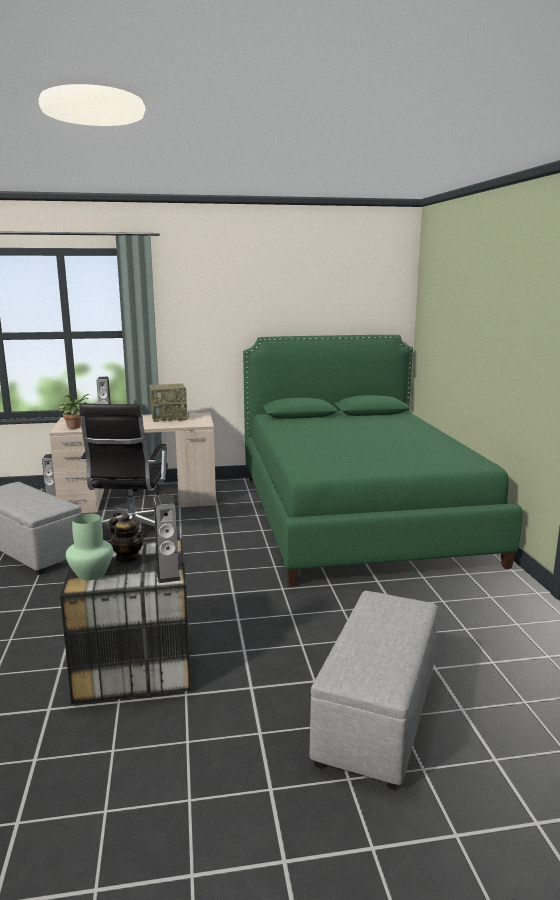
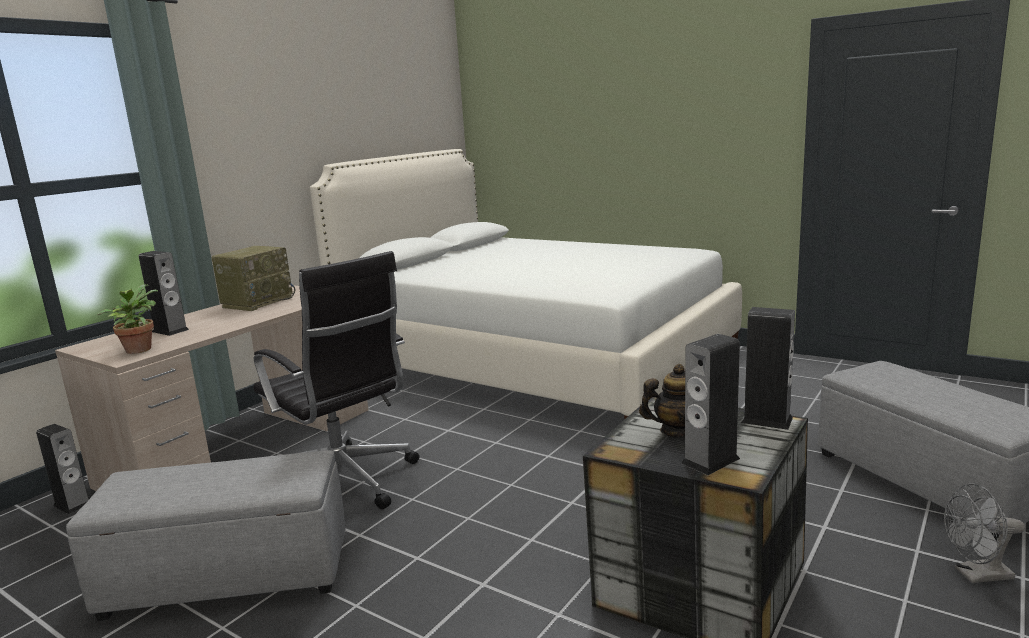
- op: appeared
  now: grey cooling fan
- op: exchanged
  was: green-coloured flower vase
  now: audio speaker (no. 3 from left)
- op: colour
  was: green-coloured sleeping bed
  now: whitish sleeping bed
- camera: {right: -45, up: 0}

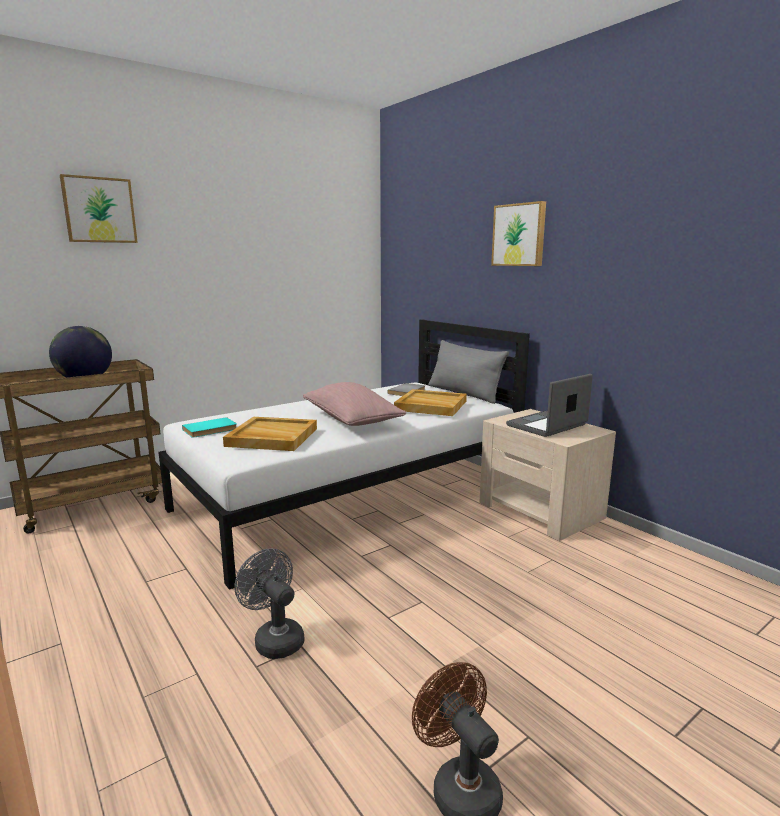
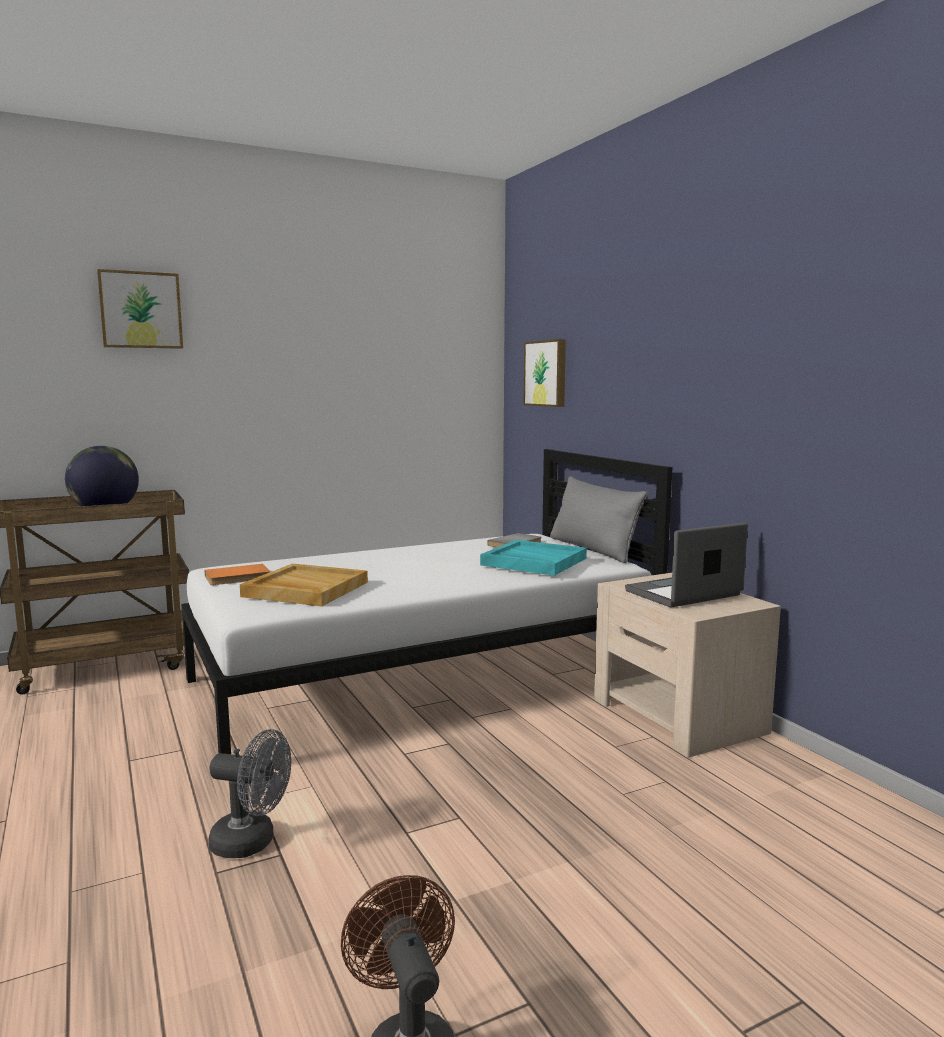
- op: missing
  was: pink-coloured cushion
- op: relocated
  was: wall art (no. 2 from left)
- op: colour
  was: turquoise-coloured bound book
  now: orange bound book
- op: colour
  was: beige tray (no. 2 from left)
  now: turquoise-coloured tray
- op: spun
  was: grey cooling fan
  clockwise: 135
- camera: {right: 10, up: -5}

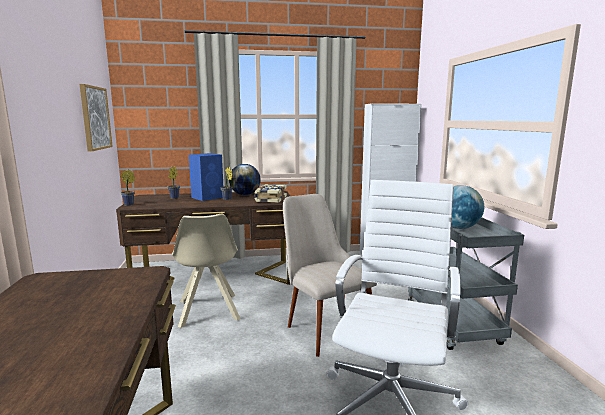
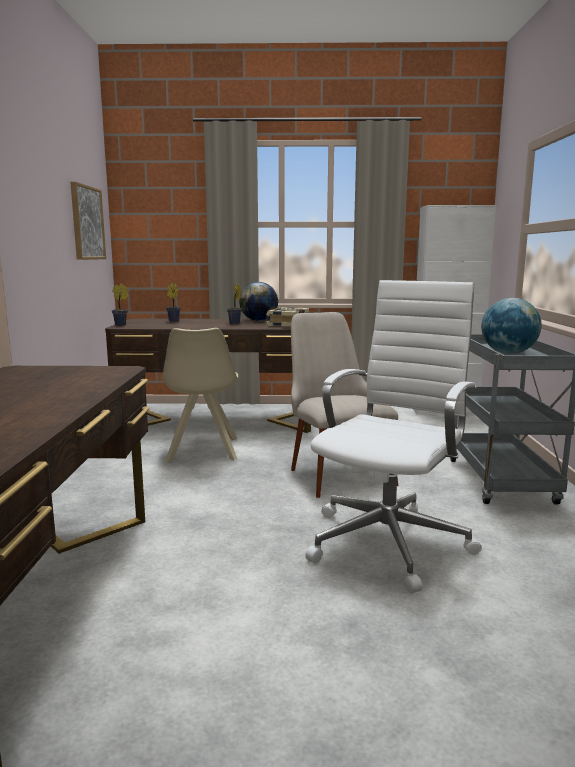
- op: missing
  was: blue-coloured audio speaker
- camera: {right: 10, up: 0}

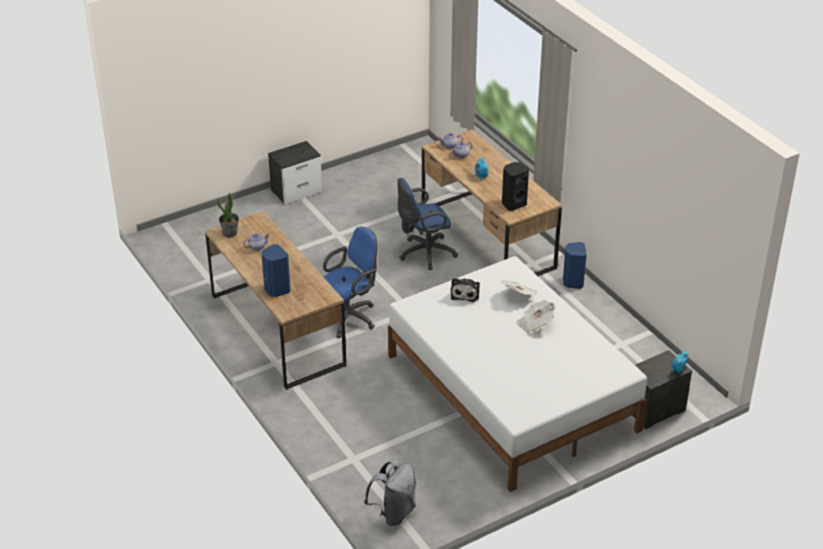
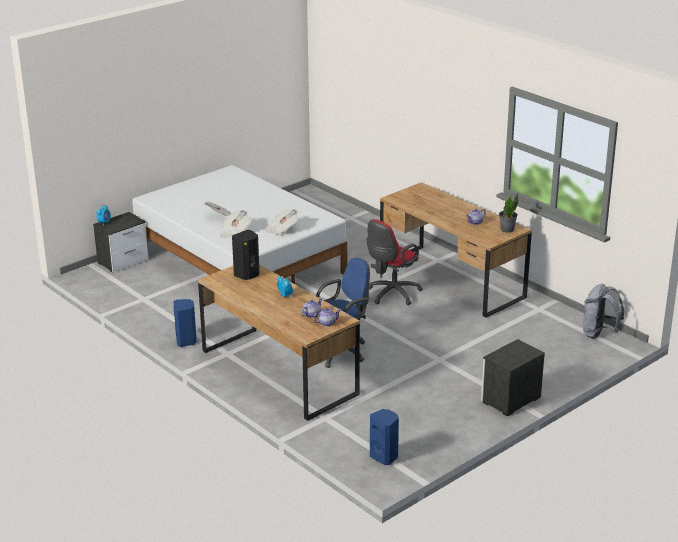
- op: relocated
  was: blue-coloured audio speaker (no. 1 from left in the first image)
  now: blue-coloured audio speaker (no. 2 from left)
- op: relocated
  was: grey rucksack
- op: exchanged
  was: soft toy
  now: daily paper (no. 3 from left)
- op: colour
  was: blue-coloured desk chair (no. 1 from left)
  now: red desk chair
- camera: {right: 170, up: -10}

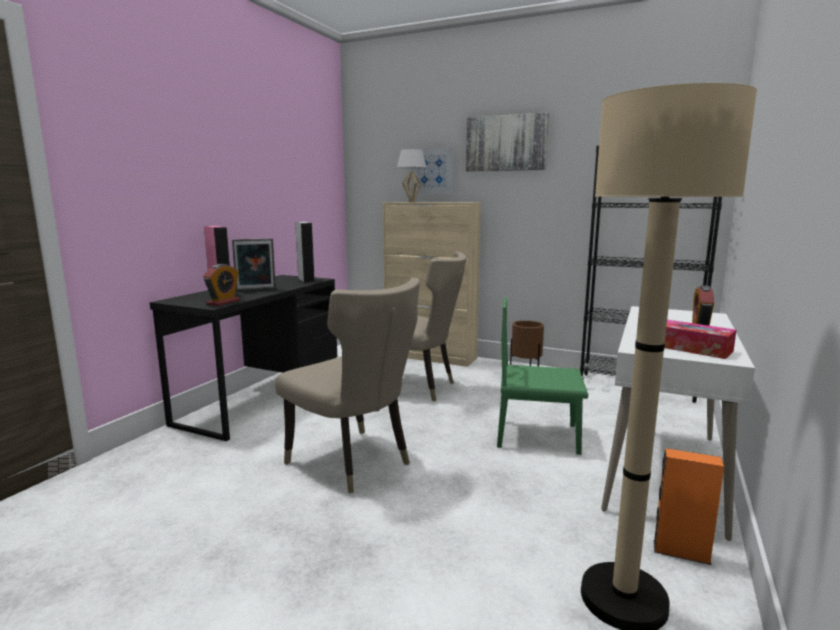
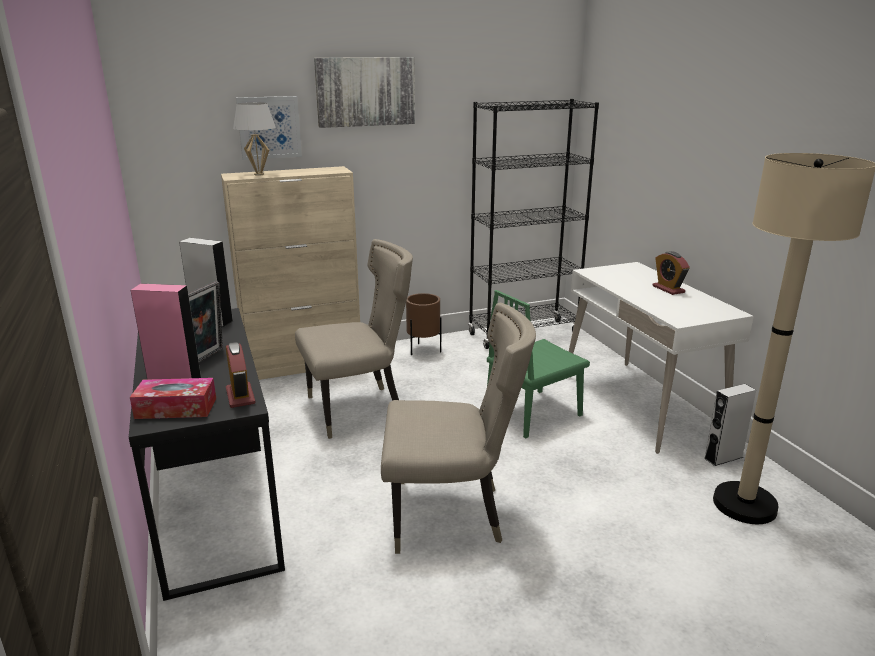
- op: relocated
  was: tissue holder
- op: colour
  was: orange audio speaker
  now: grey audio speaker (no. 2 from left)
- camera: {right: -45, up: 10}

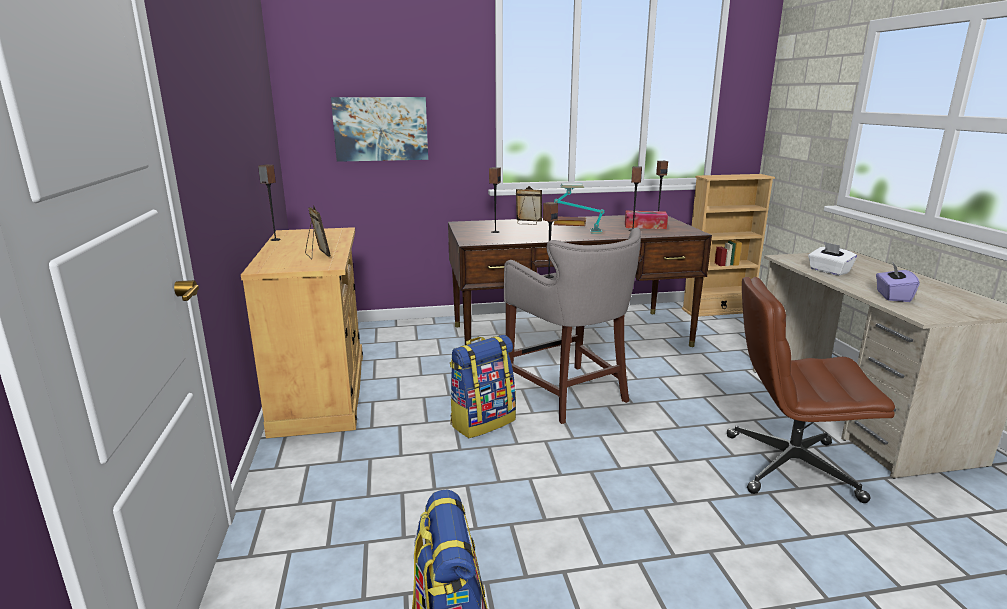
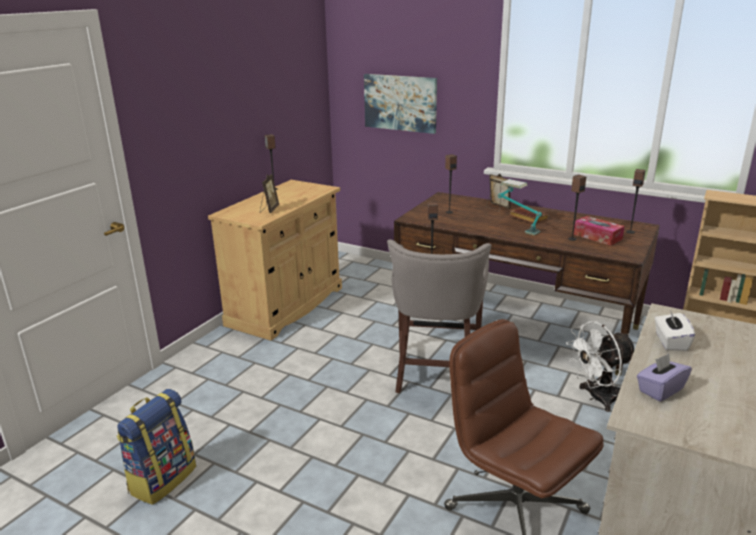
- op: missing
  was: rucksack (no. 2 from left)
- op: appeared
  now: whitish cooling fan
- camera: {right: 40, up: 5}

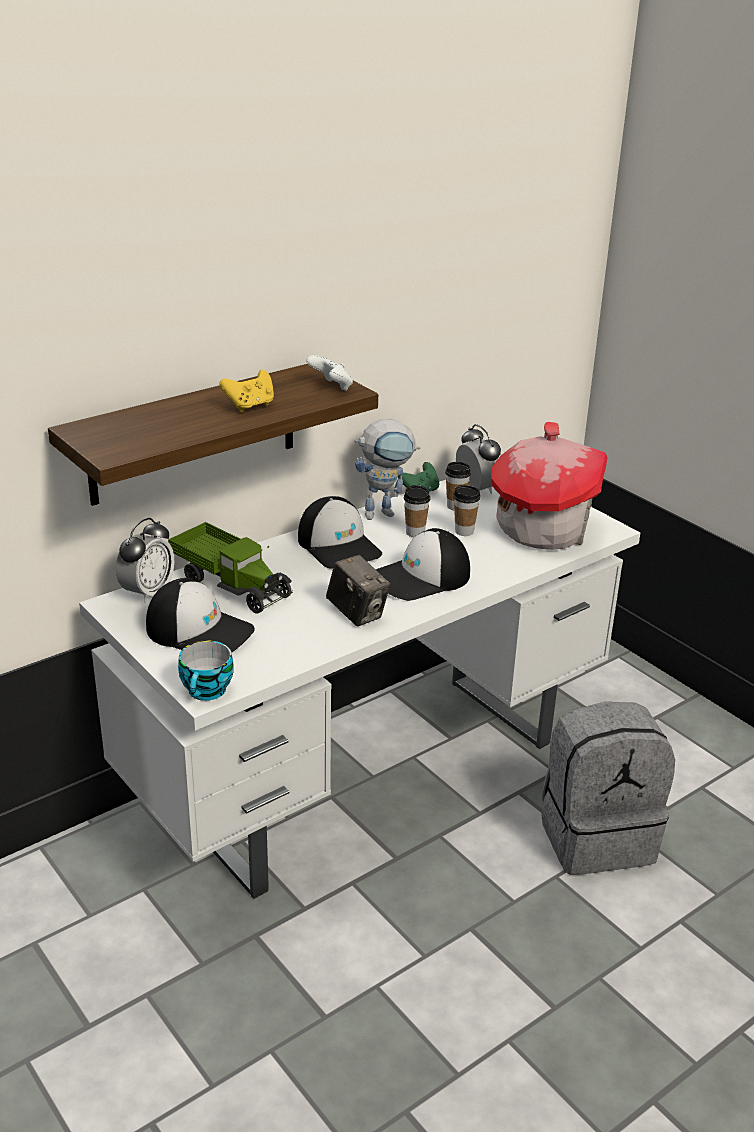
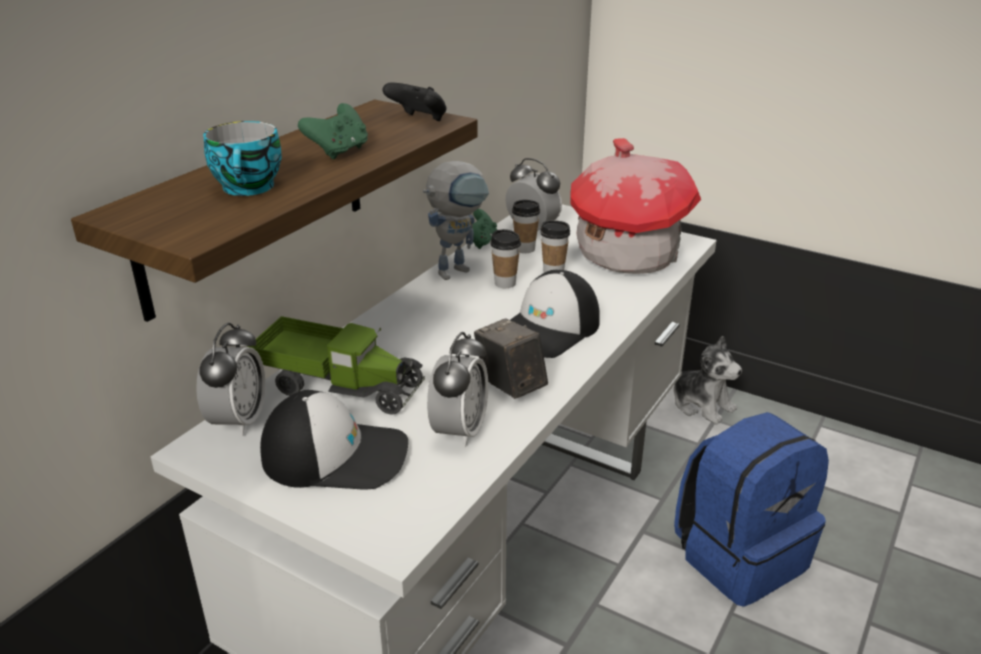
- op: missing
  was: cap (no. 2 from left)
- op: appeared
  now: table clock (no. 2 from left)
- op: appeared
  now: soft toy
- op: relocated
  was: small cup (no. 1 from left)
- op: colour
  was: yellow game controller
  now: green-coloured game controller (no. 1 from left)
- op: colour
  was: whitish game controller
  now: black game controller
- op: colour
  was: grey rucksack
  now: blue-coloured rucksack
- op: spun
  was: photo camera
  clockwise: -150
- camera: {right: -20, up: 0}

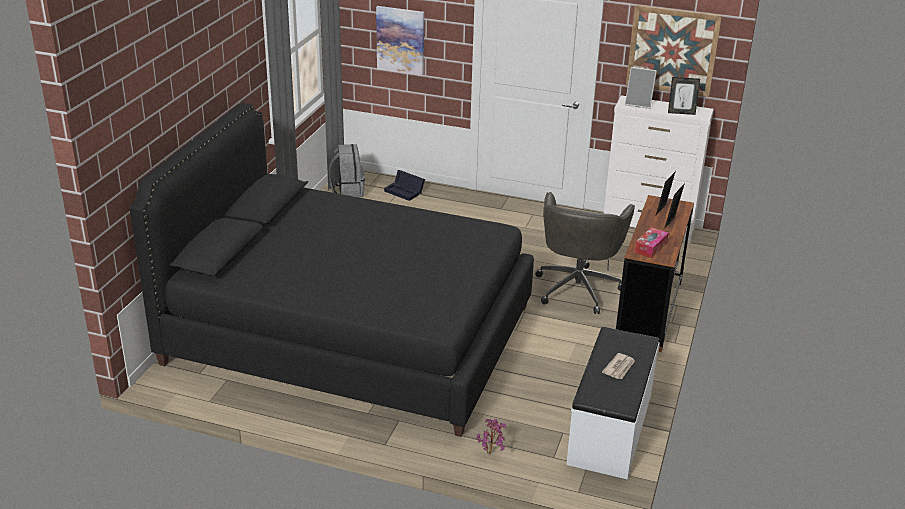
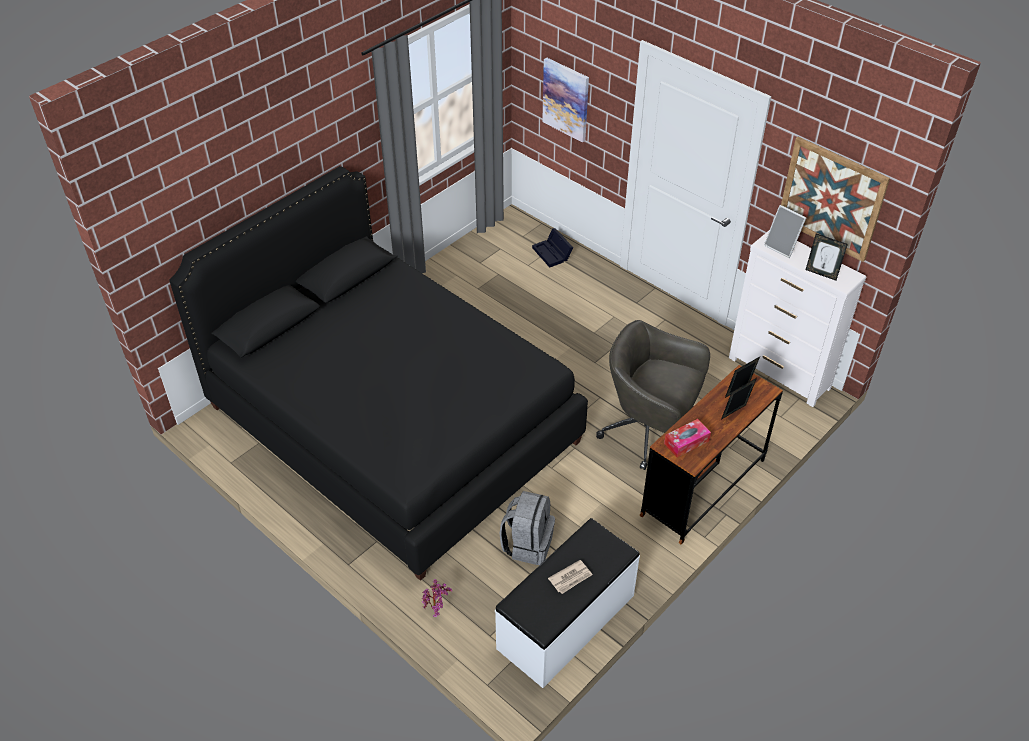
- op: relocated
  was: grey rucksack
- op: spun
  was: grey desk chair
  clockwise: 75
- camera: {right: 25, up: 15}

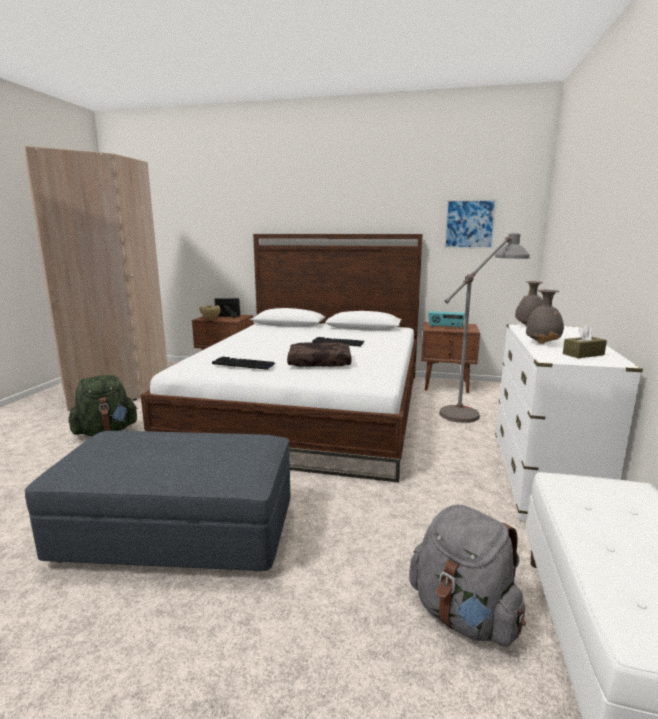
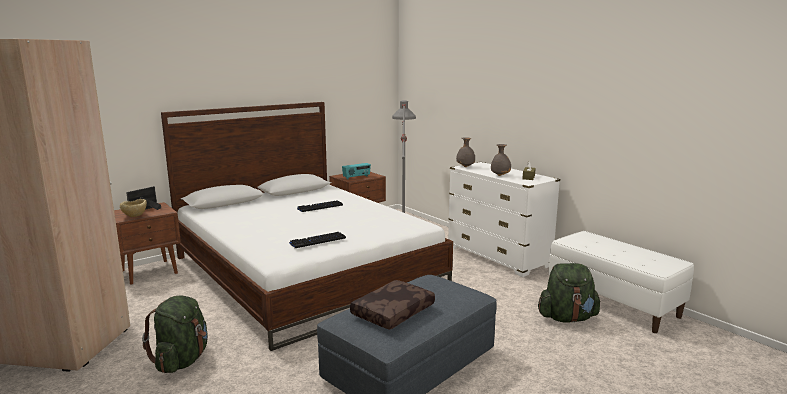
- op: missing
  was: wall art
- op: relocated
  was: brown cushion
- op: colour
  was: grey rucksack
  now: green-coloured rucksack (no. 2 from left)
- camera: {right: -50, up: 0}

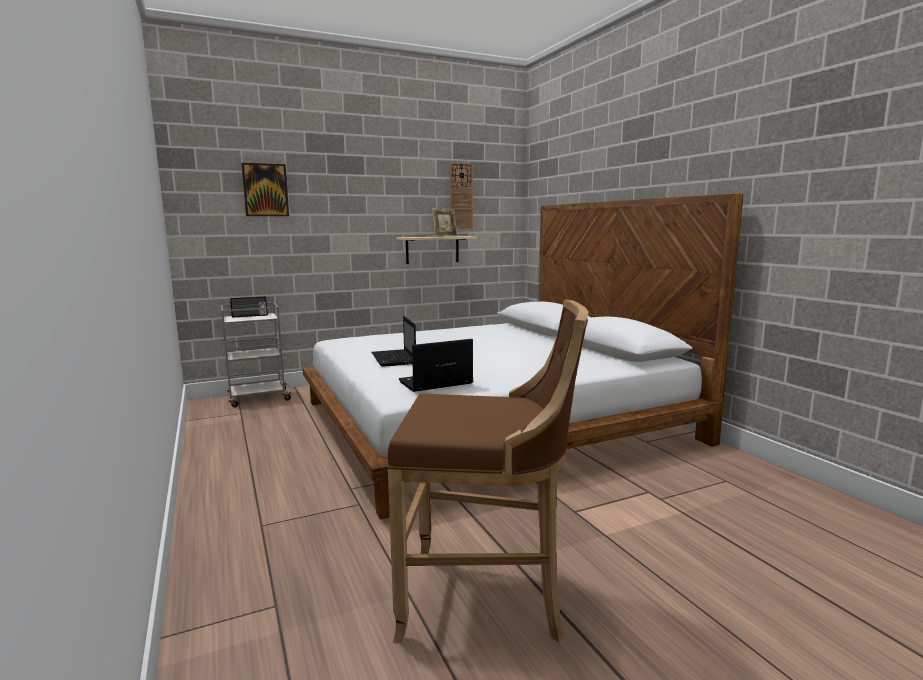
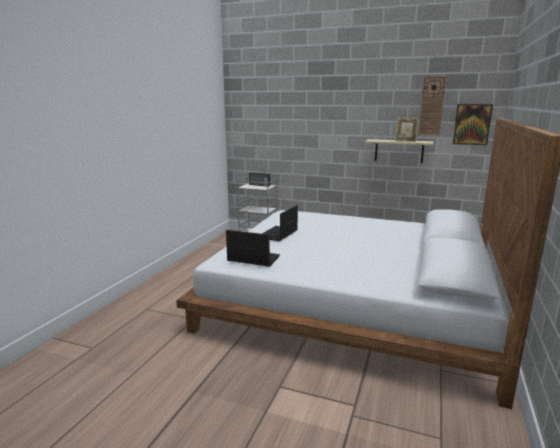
- op: missing
  was: brown stool seat
- op: relocated
  was: wall art
- camera: {right: 45, up: 5}

